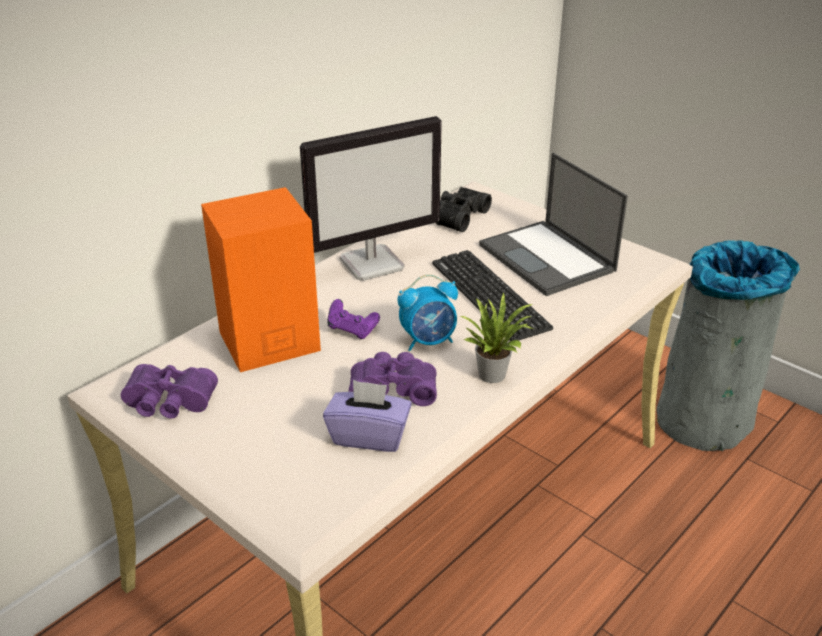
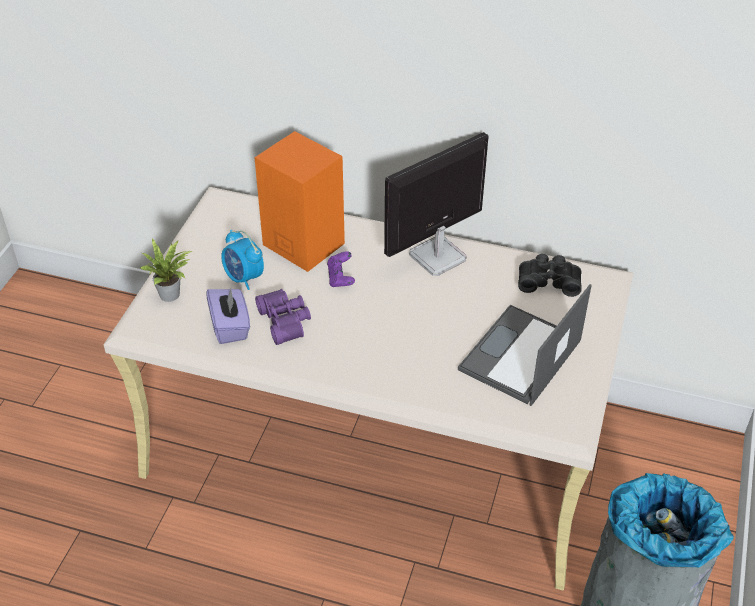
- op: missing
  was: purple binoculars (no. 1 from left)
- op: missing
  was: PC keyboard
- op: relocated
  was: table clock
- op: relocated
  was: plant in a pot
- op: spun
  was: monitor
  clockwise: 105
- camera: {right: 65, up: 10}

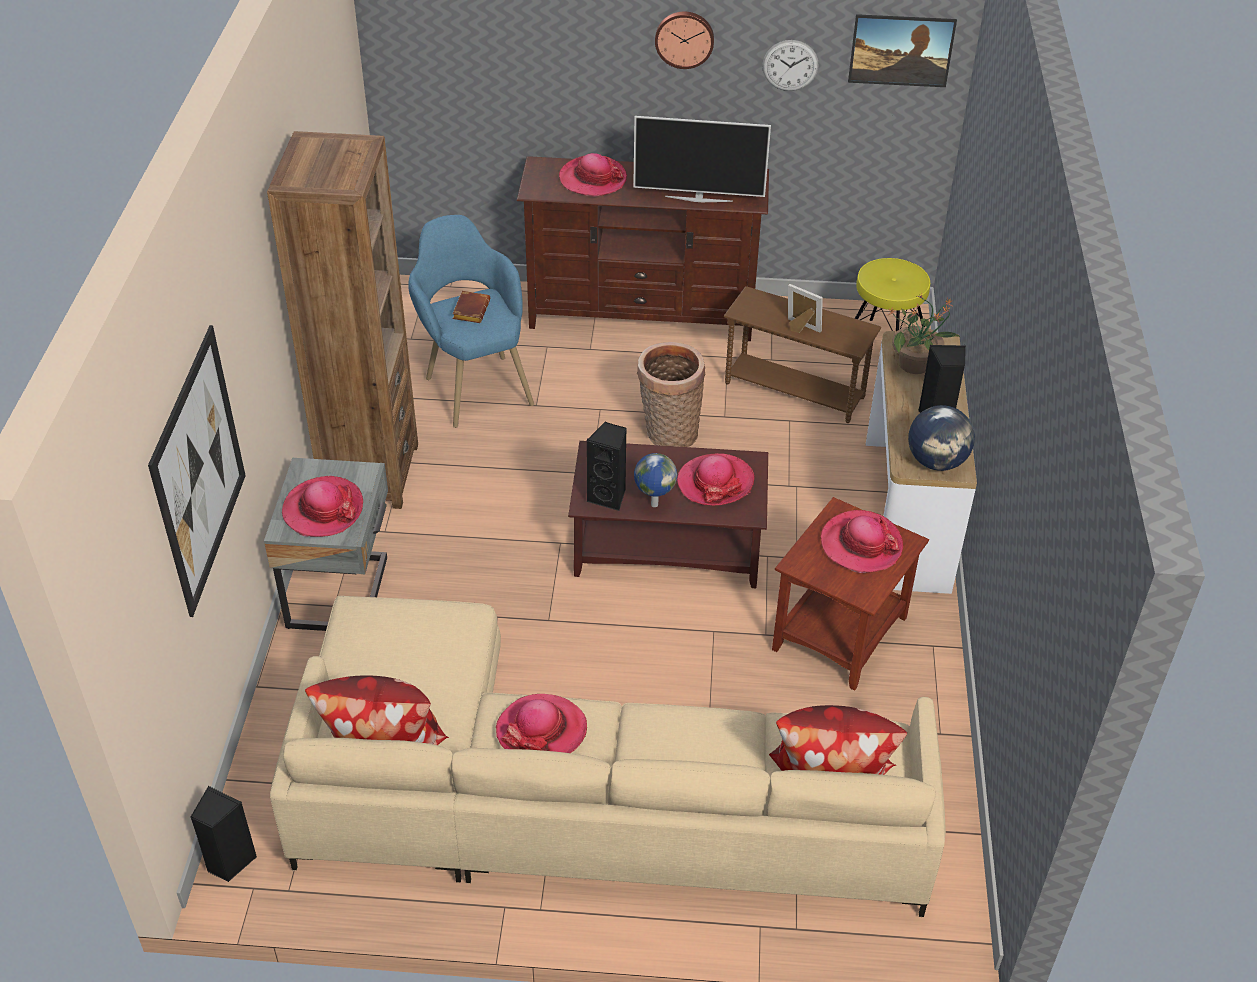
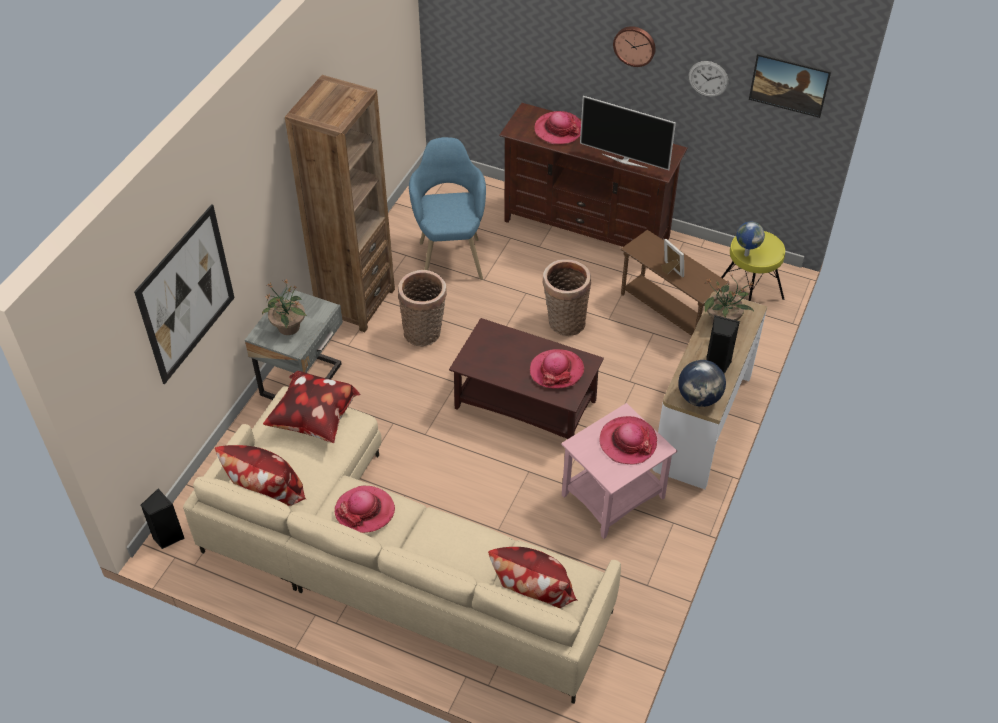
- op: missing
  was: brown bound book
- op: missing
  was: black audio speaker (no. 2 from left)
- op: appeared
  now: cushion (no. 2 from left)
- op: appeared
  now: basket (no. 1 from left)
- op: relocated
  was: globe (no. 1 from left in the first image)
  now: globe (no. 2 from left)
- op: exchanged
  was: clothing hat (no. 1 from left)
  now: plant in a pot (no. 1 from left)
- op: colour
  was: brown side table (no. 2 from left)
  now: pink-coloured side table
- camera: {right: 20, up: 5}

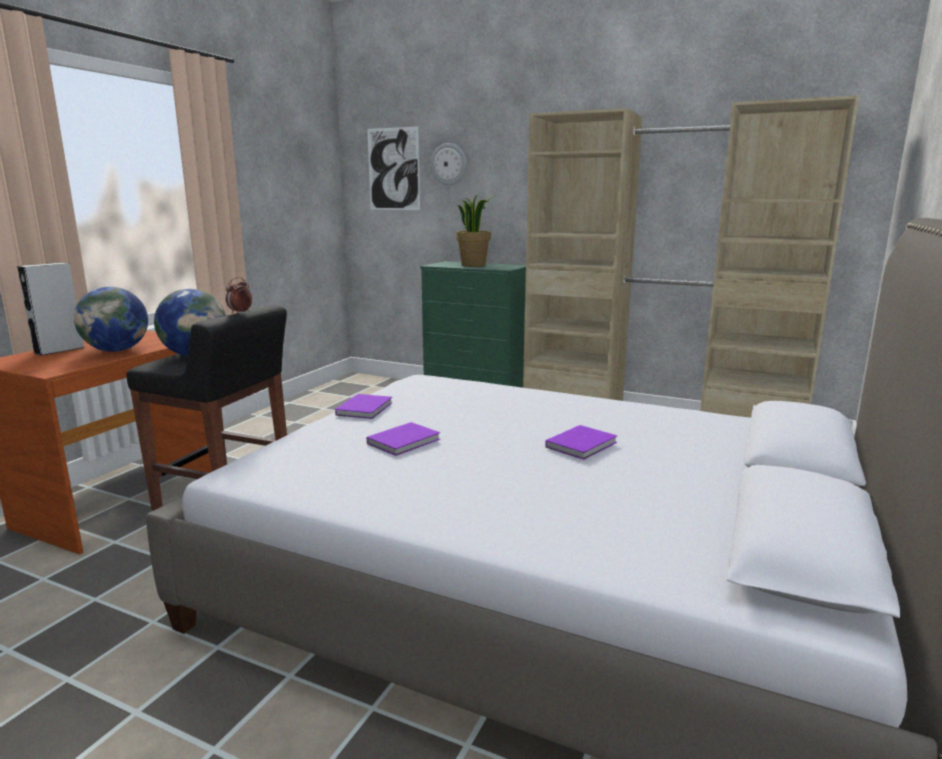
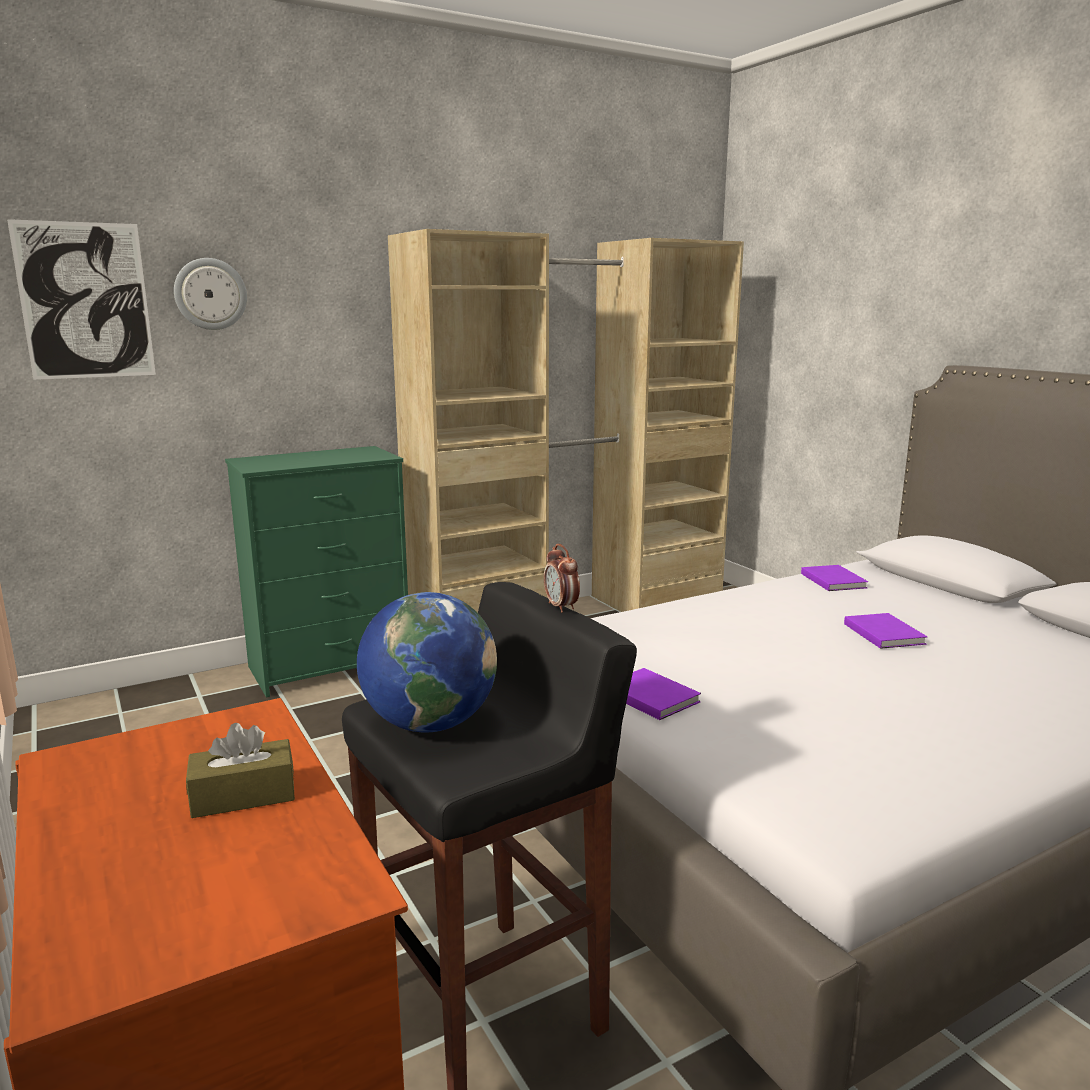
- op: missing
  was: grey audio speaker
- op: missing
  was: plant in a pot
- op: relocated
  was: purple bound book (no. 2 from left)
- op: exchanged
  was: globe (no. 1 from left)
  now: brown tissue holder
- camera: {right: -55, up: 0}

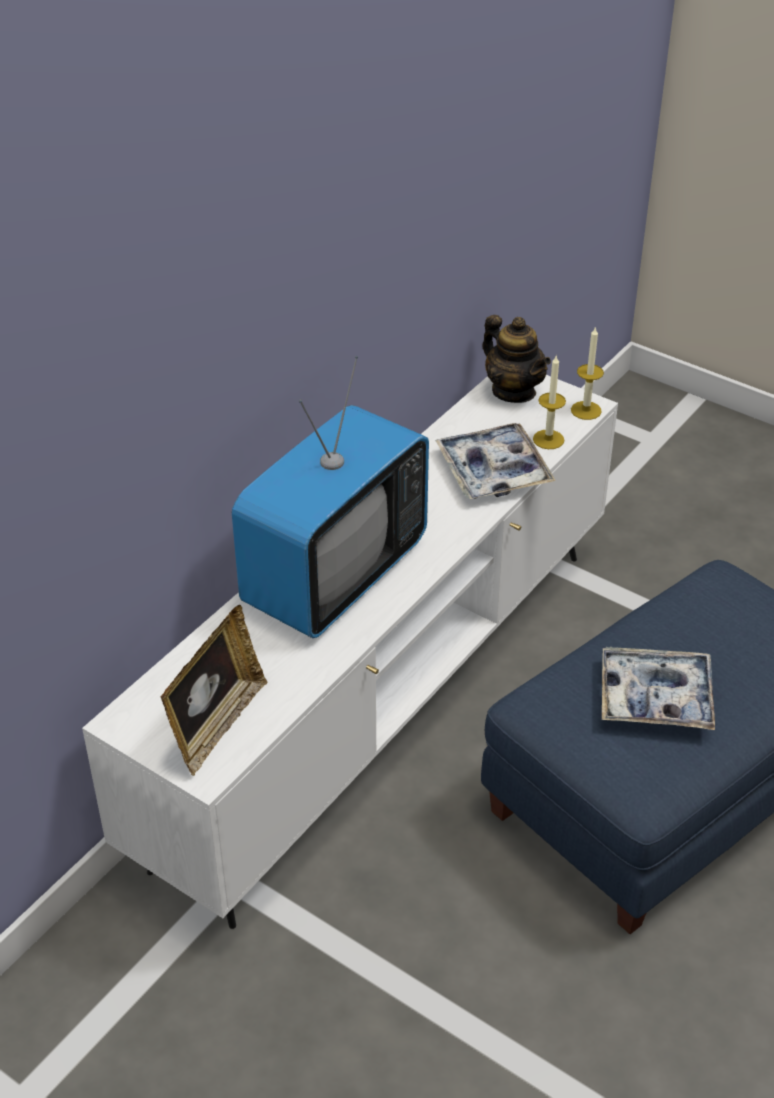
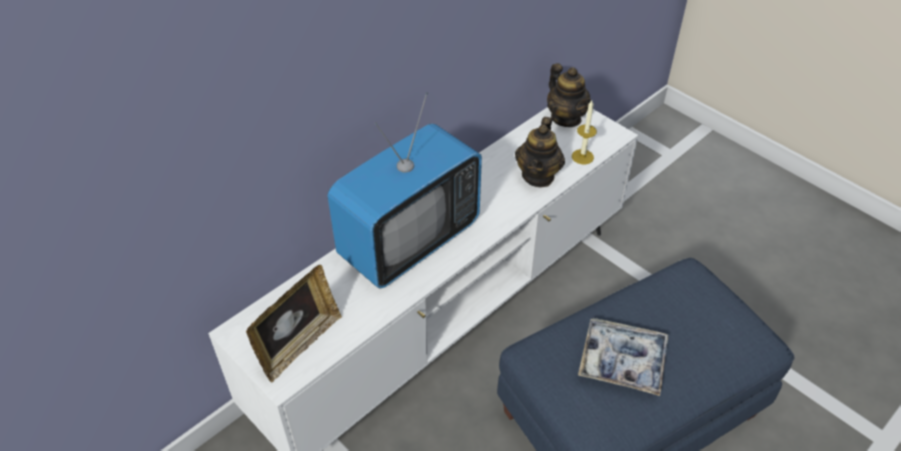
- op: missing
  was: candle (no. 2 from left)
- op: exchanged
  was: tray (no. 1 from left)
  now: teapot (no. 1 from left)
- camera: {right: 10, up: 5}

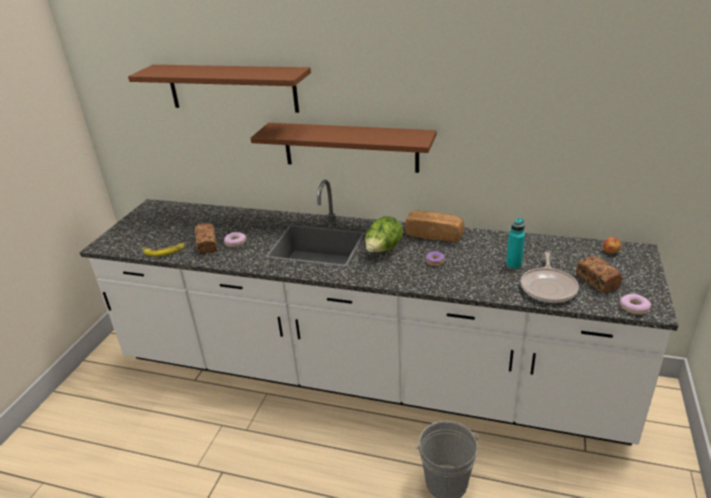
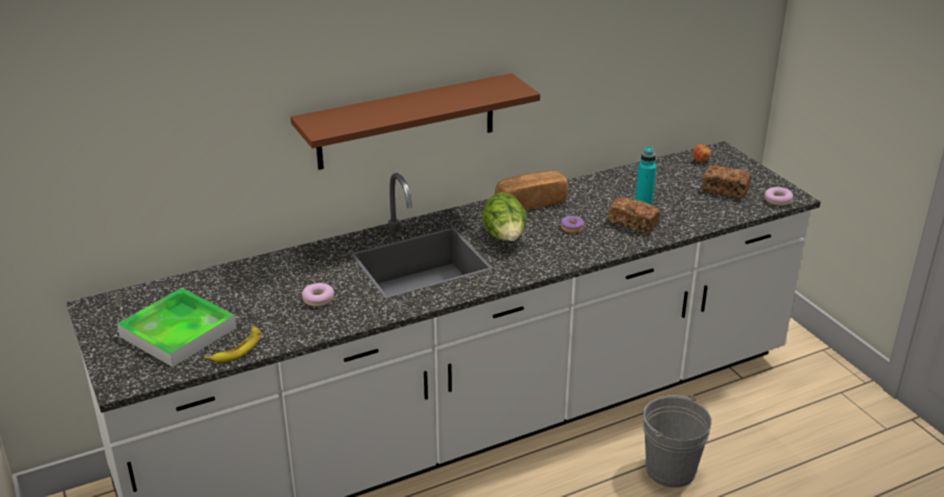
- op: missing
  was: brown wall shelf (no. 1 from left)
- op: missing
  was: pan
- op: appeared
  now: tray
- op: relocated
  was: baked bread (no. 1 from left in the first image)
  now: baked bread (no. 2 from left)
- camera: {right: -45, up: 0}

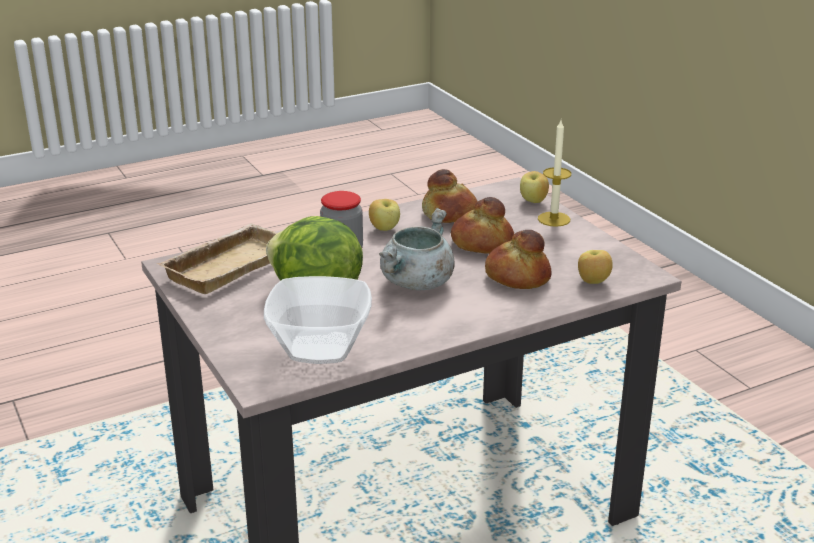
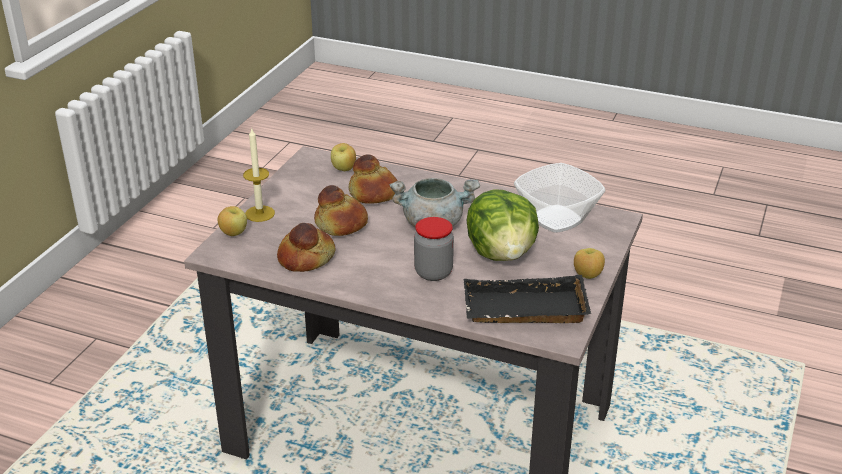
- op: relocated
  was: whole apple (no. 1 from left in the first image)
  now: whole apple (no. 3 from left)
- op: colour
  was: beige tray
  now: black tray
- camera: {right: -130, up: 5}

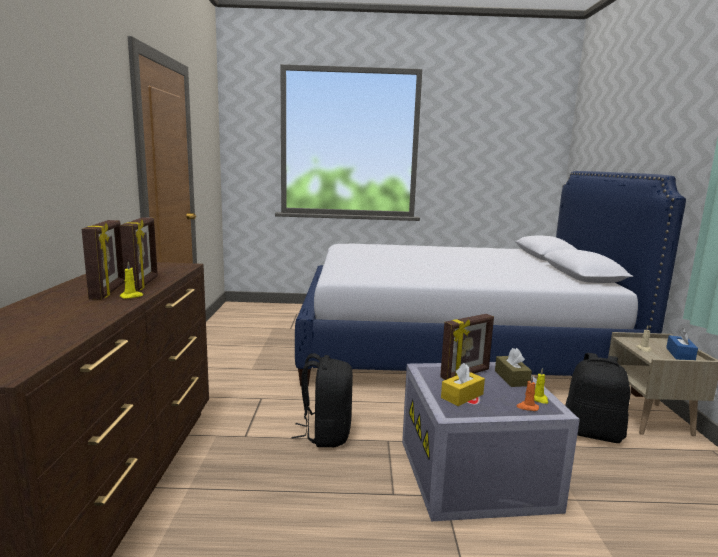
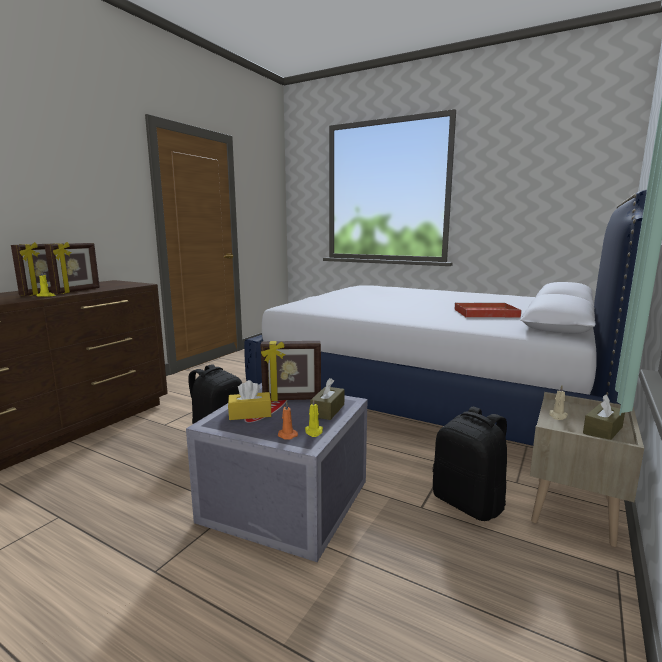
- op: appeared
  now: red tray
- op: colour
  was: blue-coloured tissue holder
  now: brown tissue holder (no. 2 from left)
- camera: {right: 30, up: 0}

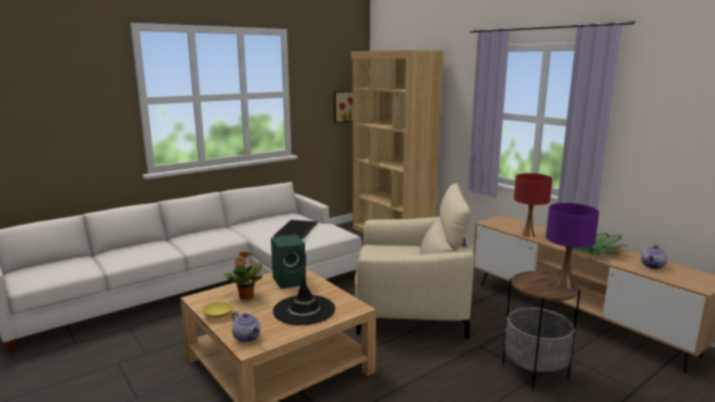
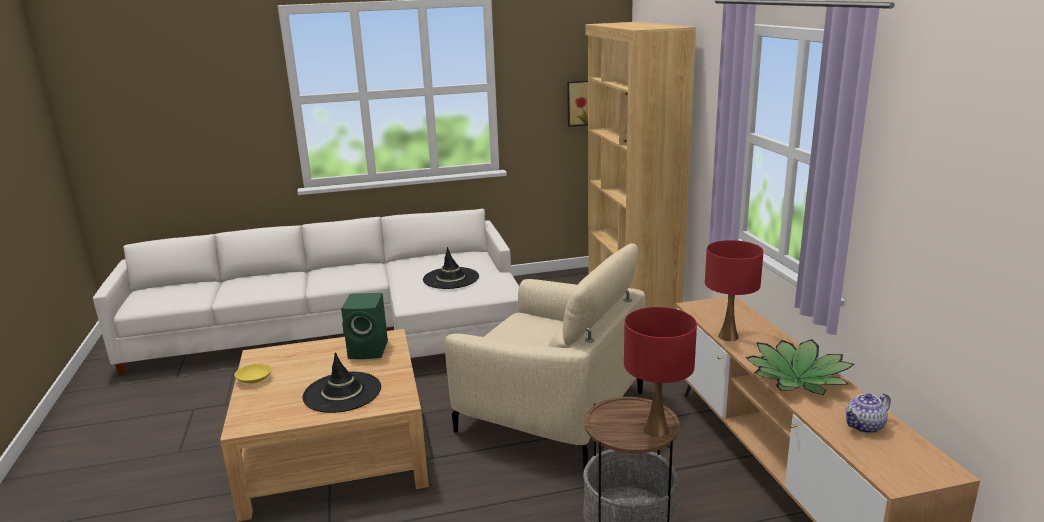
- op: missing
  was: plant in a pot (no. 1 from left)
- op: missing
  was: teapot (no. 1 from left)
- op: exchanged
  was: tray
  now: black clothing hat (no. 2 from left)
- op: colour
  was: purple table lamp
  now: red table lamp (no. 1 from left)
- camera: {right: 25, up: 5}

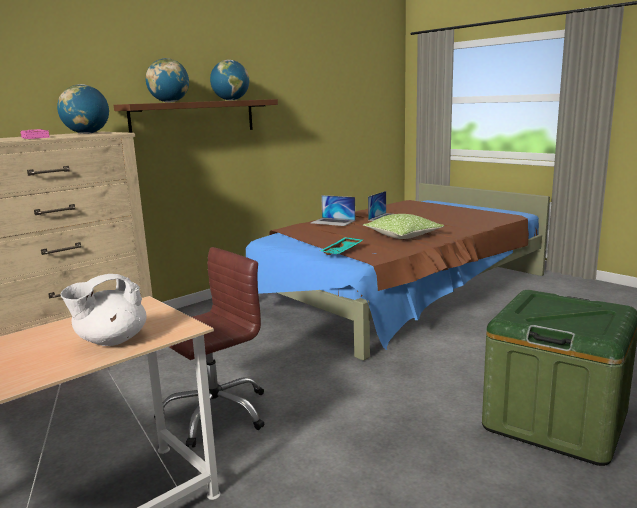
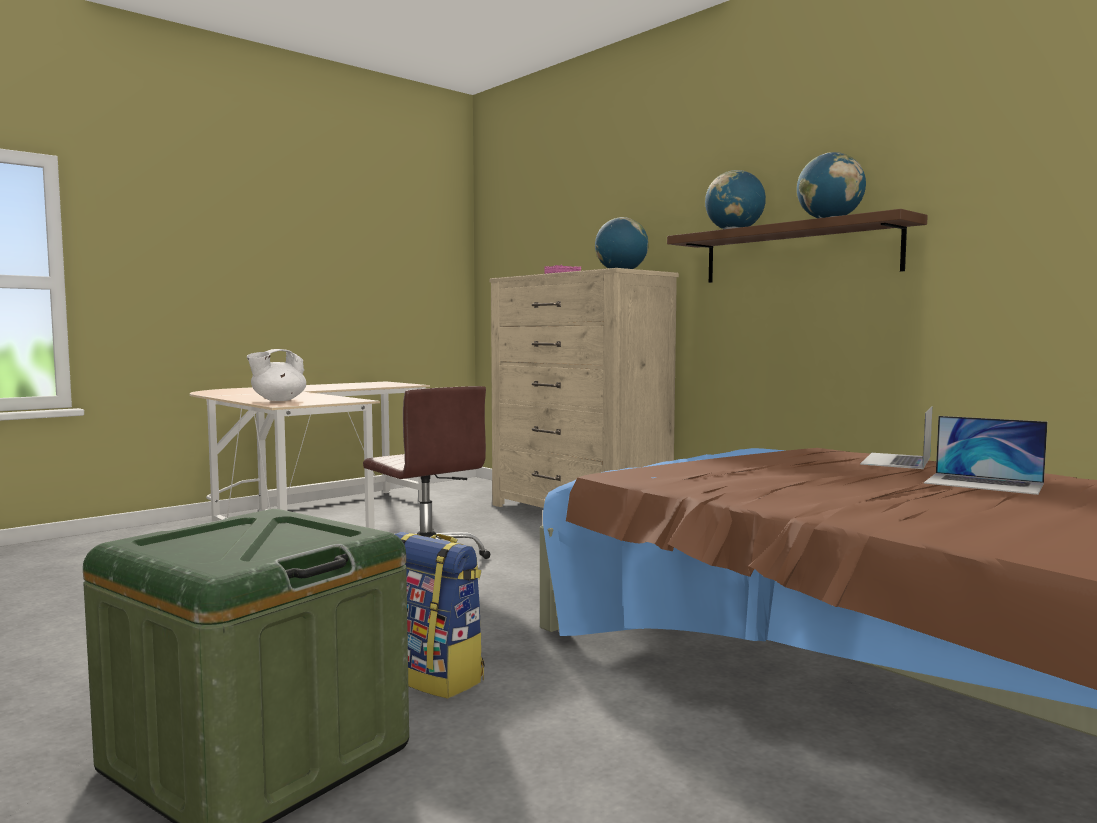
- op: missing
  was: turquoise-coloured tray
- op: missing
  was: cushion
- op: appeared
  now: rucksack
- op: spun
  was: whitish teapot
  clockwise: -90
- camera: {right: 90, up: -10}

